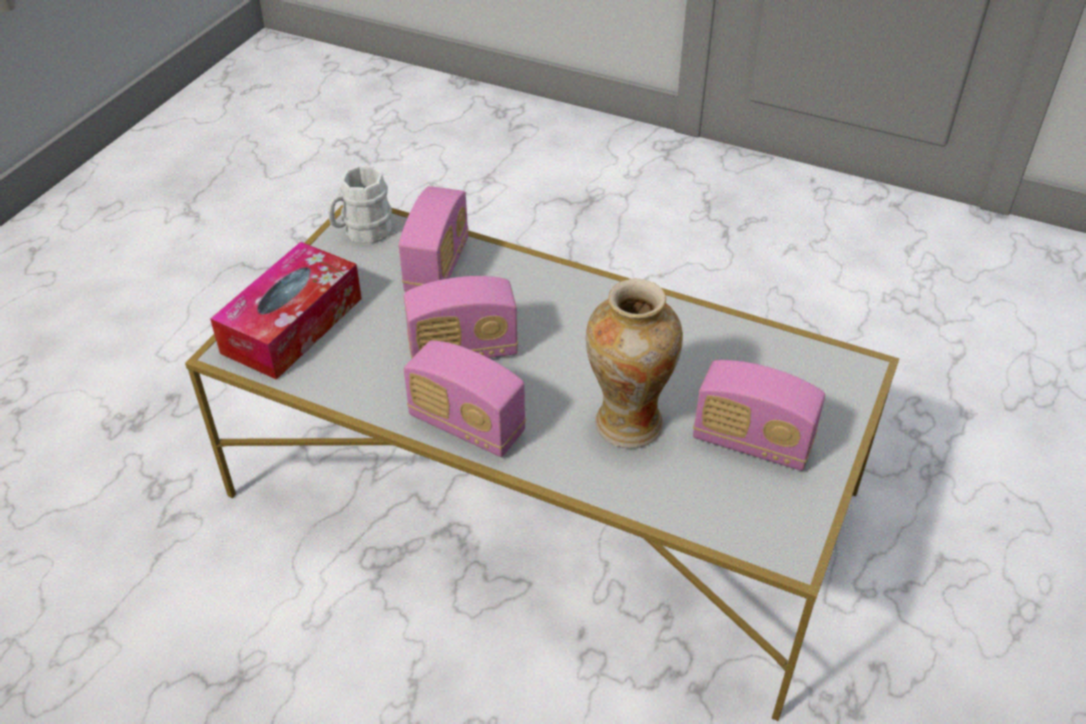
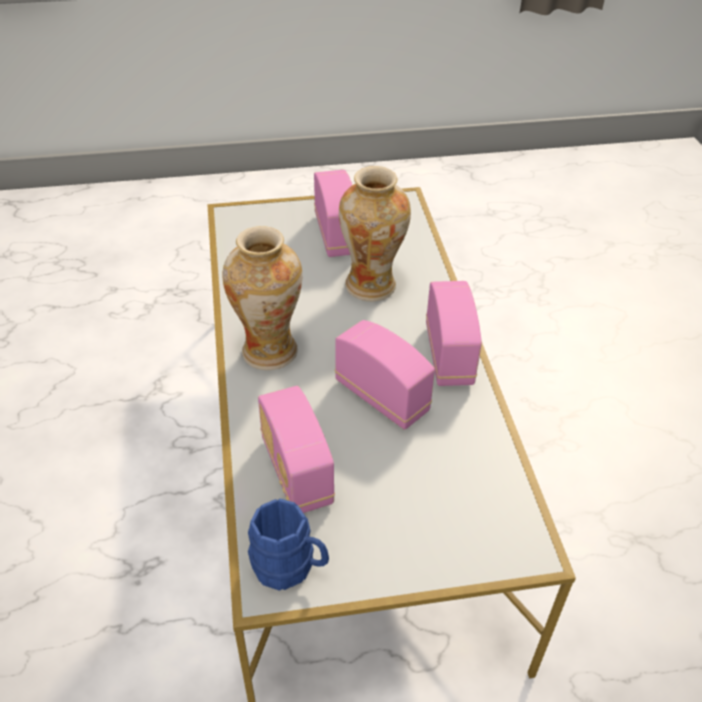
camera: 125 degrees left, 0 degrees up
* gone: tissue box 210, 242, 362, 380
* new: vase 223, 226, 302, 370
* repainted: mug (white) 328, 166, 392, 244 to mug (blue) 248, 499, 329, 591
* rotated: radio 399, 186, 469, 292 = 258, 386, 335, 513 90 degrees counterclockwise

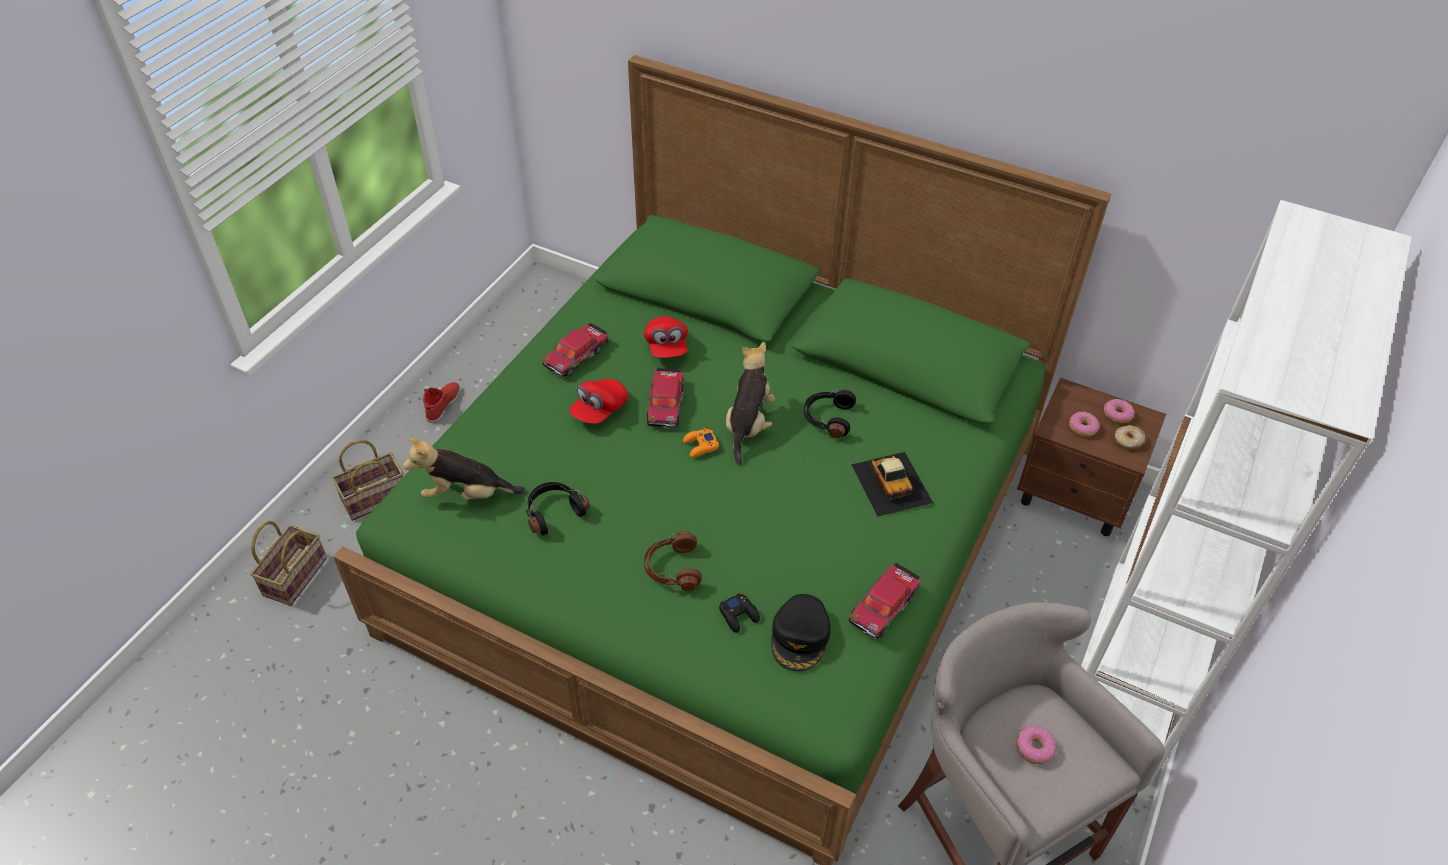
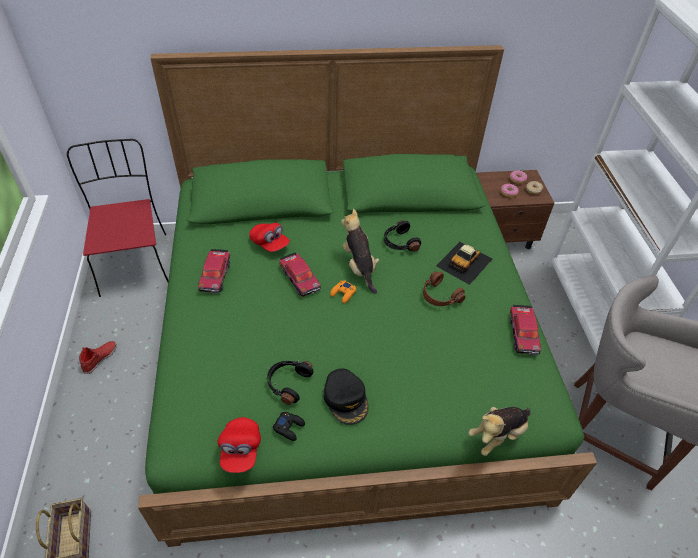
camera: 35 degrees left, 0 degrees up
* gone: basket 332, 440, 403, 521
* gone: donut 1016, 725, 1056, 764
* new: chair (red) 67, 139, 168, 297
* shifted: plush toy 403, 437, 525, 499 to 468, 407, 530, 456
* shifted: cap (red) 569, 379, 628, 424 to 218, 417, 261, 473
* shifted: headphones (brown) 644, 531, 702, 591 to 423, 271, 466, 306
* shifted: game controller (black) 719, 593, 760, 633 to 273, 412, 305, 441
* shifted: cap (black) 771, 594, 831, 671 to 324, 369, 368, 425
* rotated: shoe (red) 423, 382, 460, 423 = 79, 341, 117, 374 45 degrees clockwise
* rotated: toy car 851, 452, 933, 517 = 436, 242, 492, 285 90 degrees clockwise

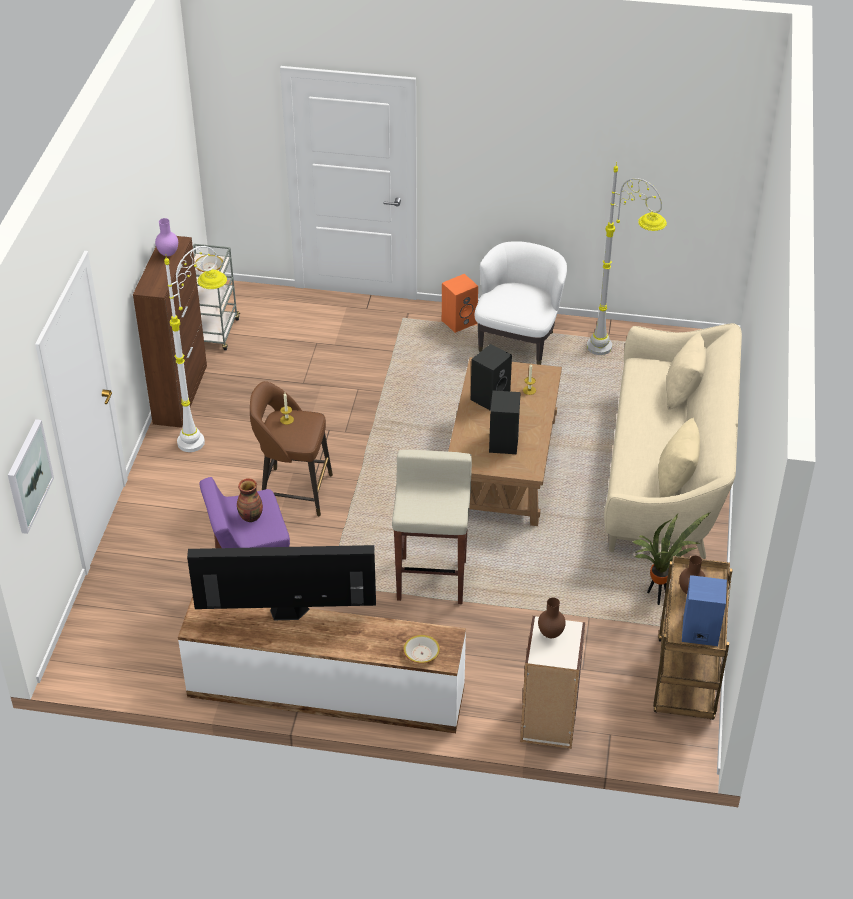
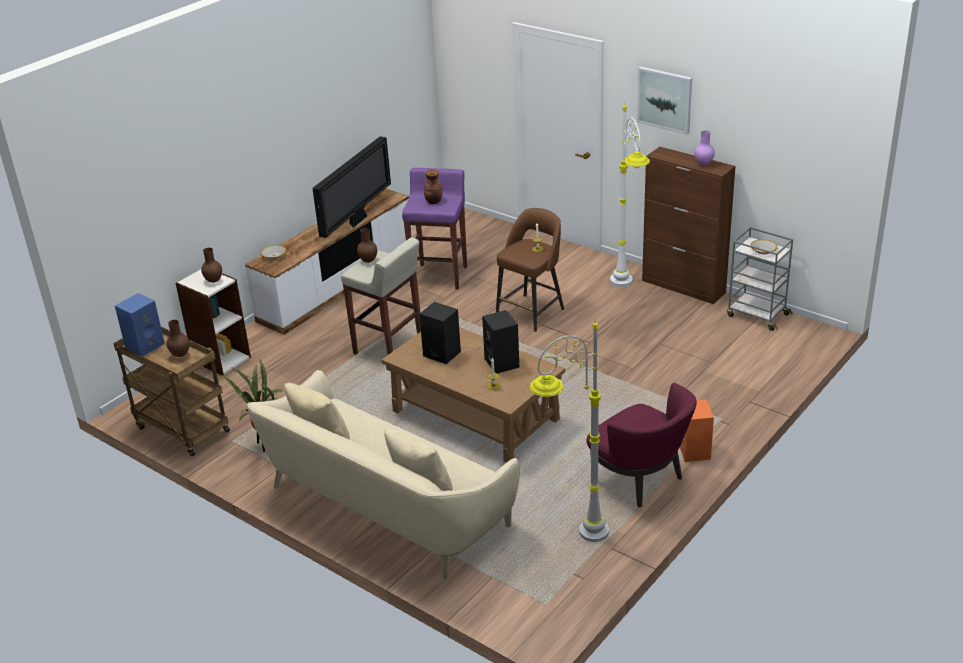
camera: 120 degrees right, 10 degrees down
* new: vase (brown) 357, 228, 377, 263
* shifted: picture 8, 419, 54, 534 to 637, 67, 692, 135
* repainted: armchair (white) 475, 241, 567, 365 to armchair (purple) 587, 383, 697, 508

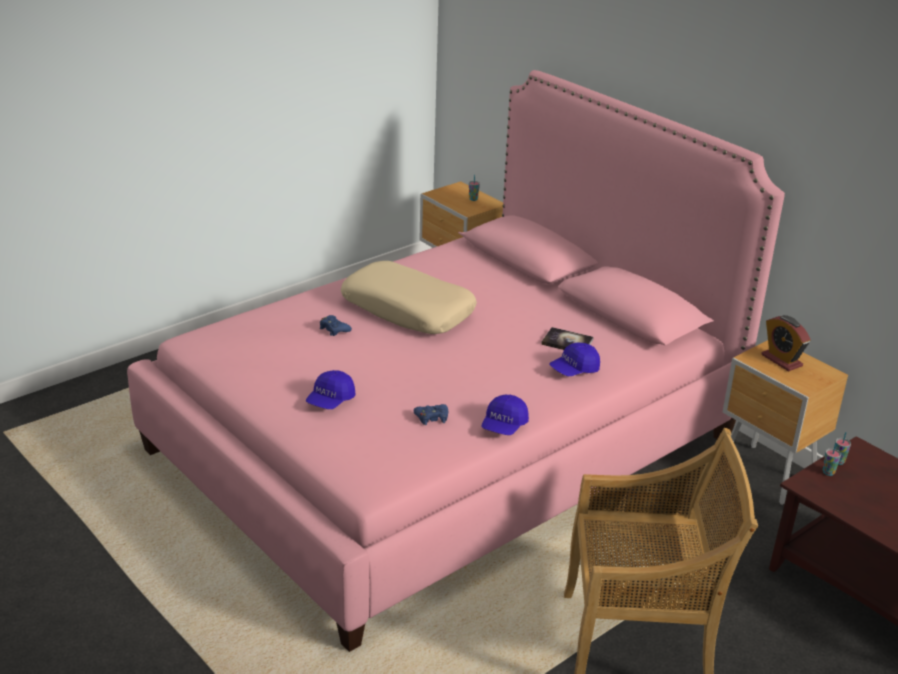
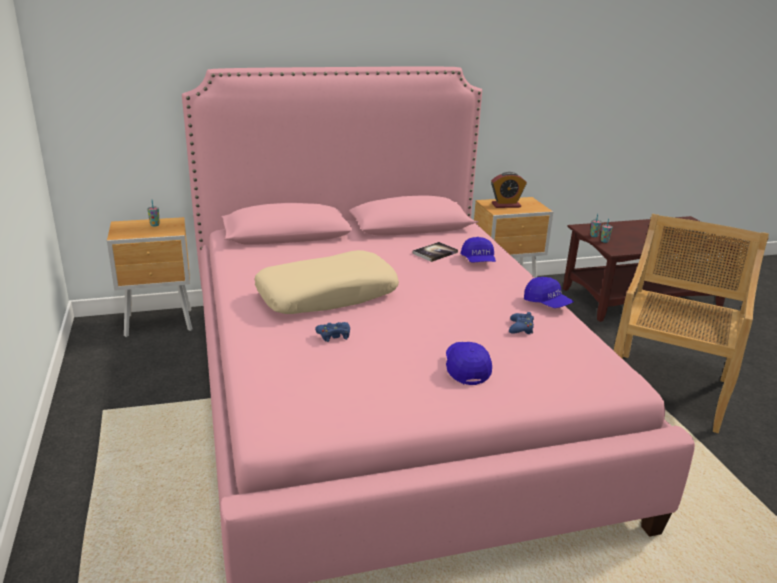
camera: 65 degrees left, 5 degrees down
* rotated: cap (blue) 306, 370, 356, 409 = 446, 342, 492, 385 150 degrees counterclockwise

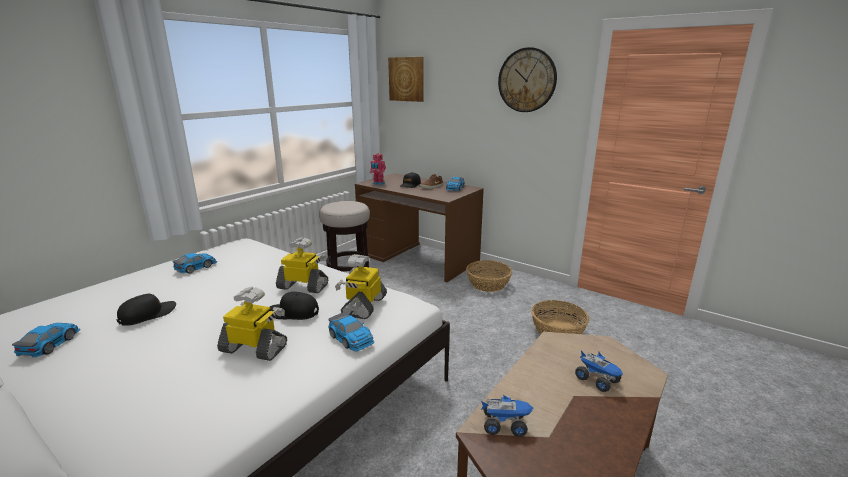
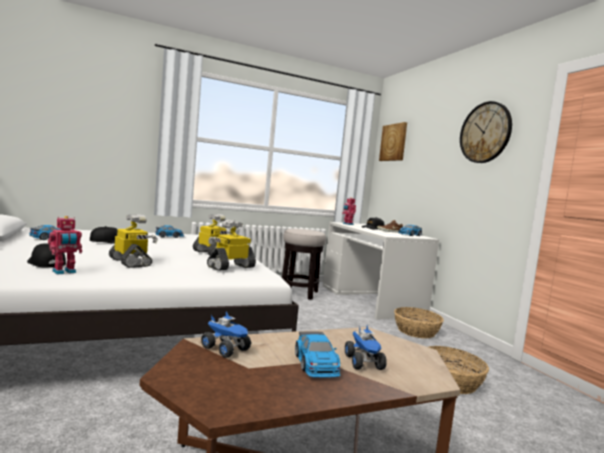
camera: 30 degrees right, 15 degrees down
* new: toy robot 48, 216, 82, 275
* shifted: cap (black) 270, 292, 319, 320 to 27, 243, 66, 268
* shifted: toy car 328, 312, 374, 351 to 295, 331, 341, 378
* repainted: desk (brown) 355, 173, 484, 282 to desk (white) 323, 222, 439, 320

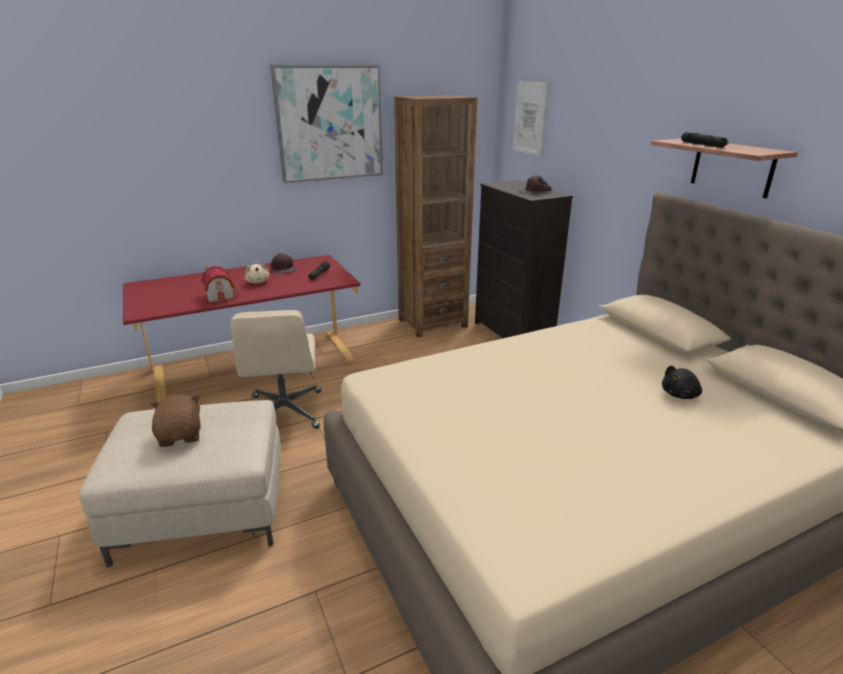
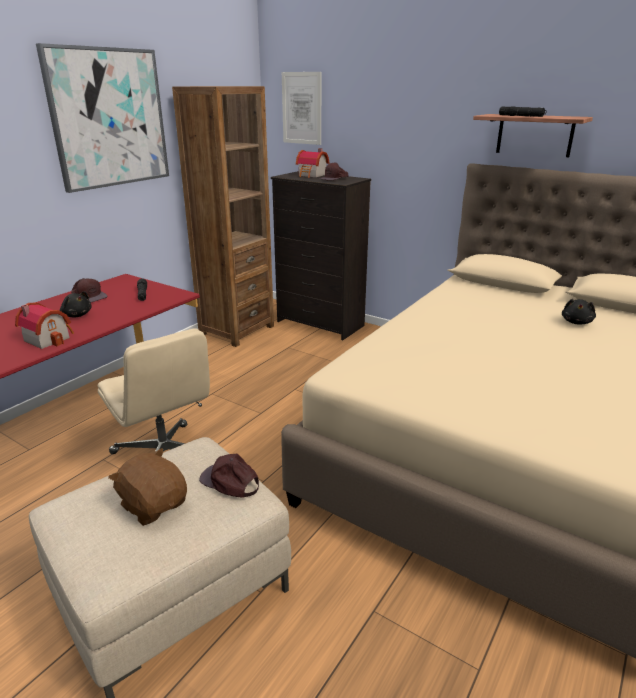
camera: 30 degrees left, 0 degrees up
* new: cap (brown) 199, 454, 259, 498
* new: toy house 296, 148, 329, 178
* repainted: plush toy (beige) 245, 264, 269, 284 to plush toy (black) 60, 291, 92, 318

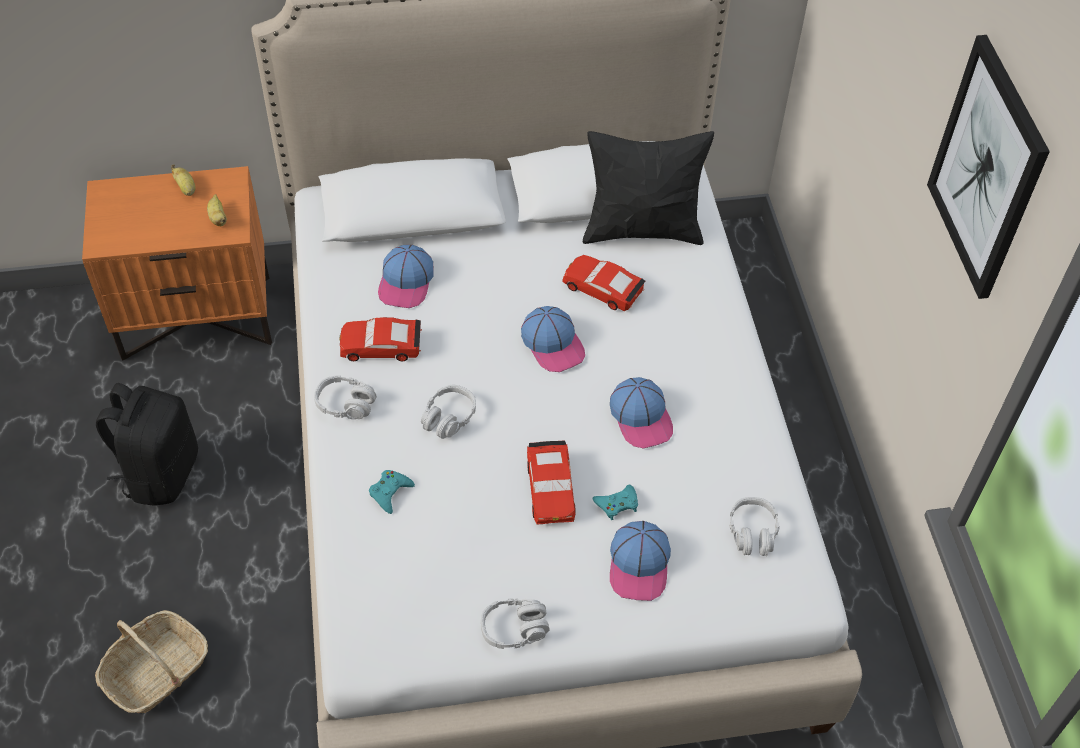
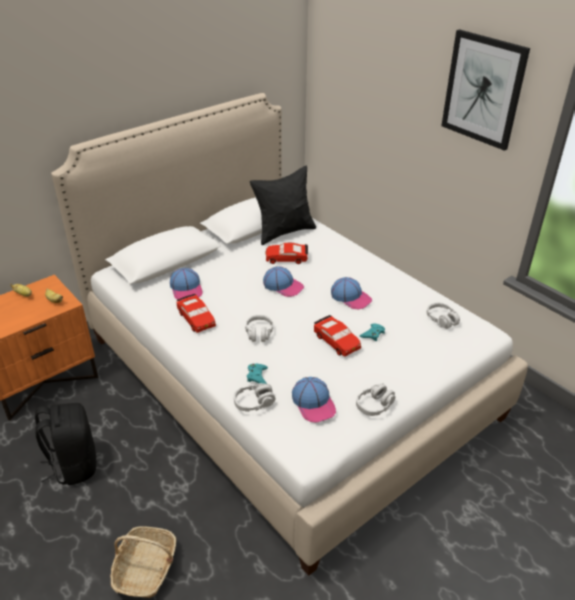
camera: 30 degrees left, 15 degrees down
* shifted: headphones (grey) 314, 376, 377, 419 to 234, 383, 275, 412
* shifted: cap 610, 521, 671, 601 to 292, 377, 336, 423
* rotated: toy car (red) 339, 317, 422, 361 = 176, 294, 216, 333 90 degrees counterclockwise

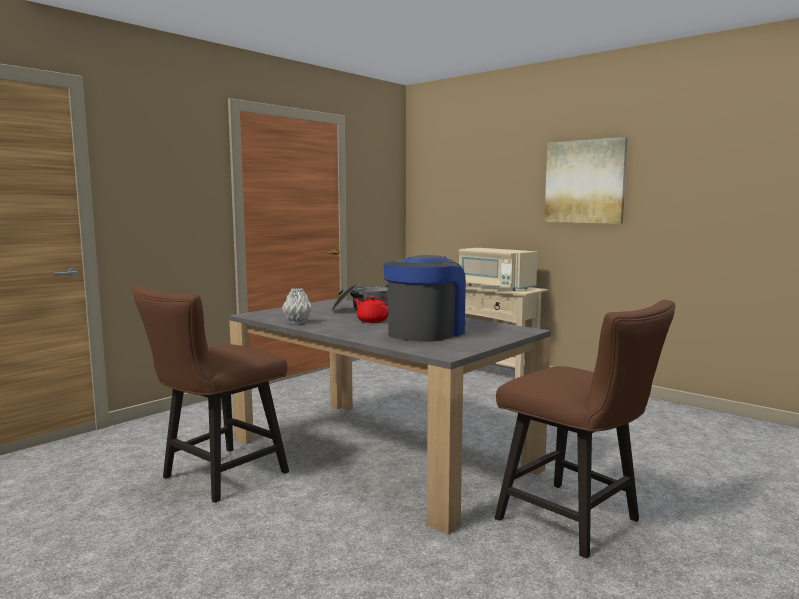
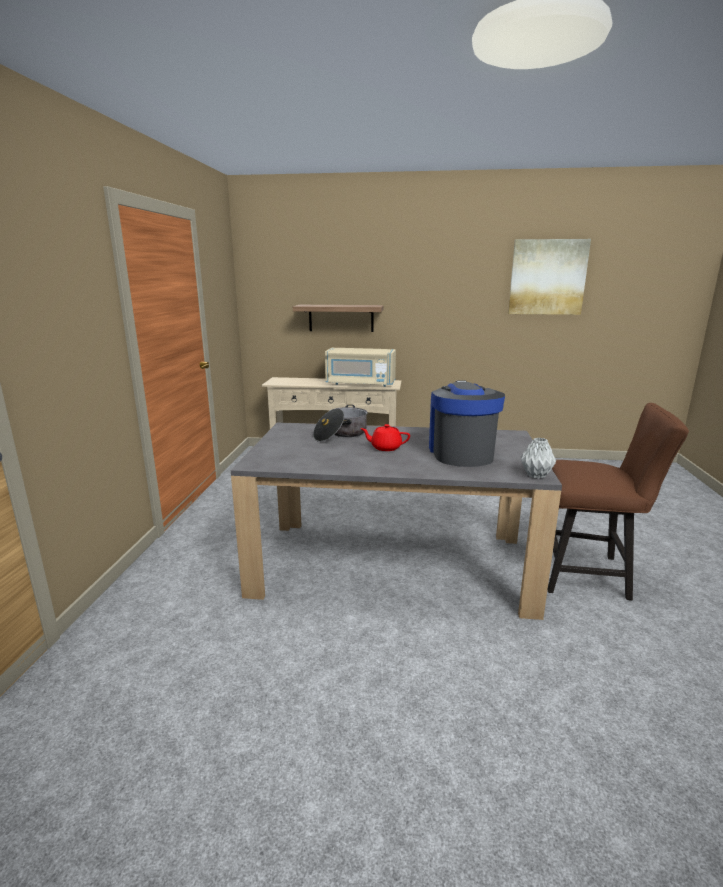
camera: 35 degrees left, 10 degrees up
* gone: chair (brown) 132, 286, 289, 503
* new: shelf 293, 305, 383, 332
* shifted: vase (grey) 282, 288, 313, 324 to 521, 437, 556, 479
* shifted: picture 544, 137, 628, 224 to 508, 239, 591, 315

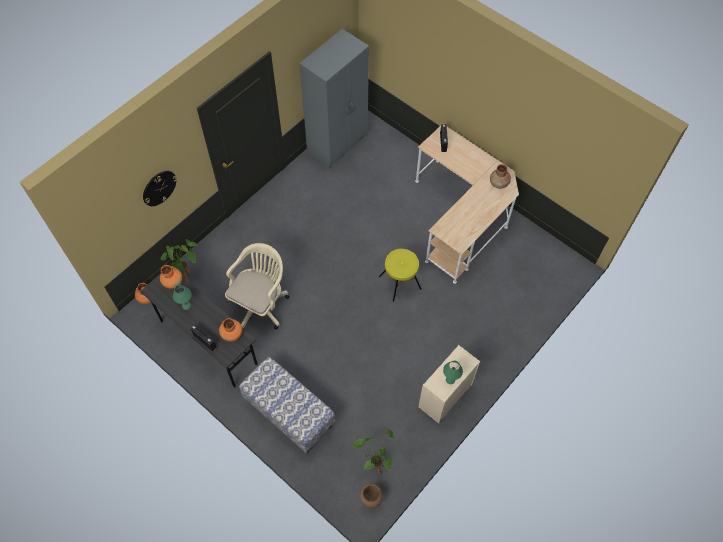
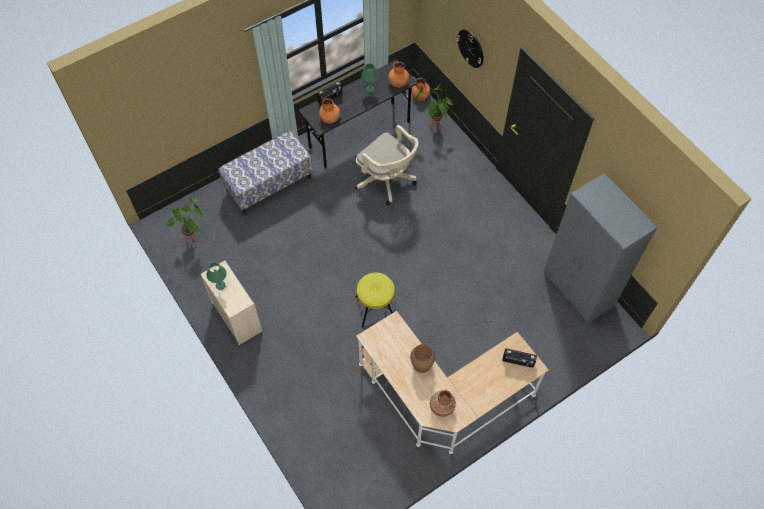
camera: 105 degrees right, 0 degrees up
* shifted: vase (brown) 360, 484, 383, 508 to 410, 344, 435, 373

